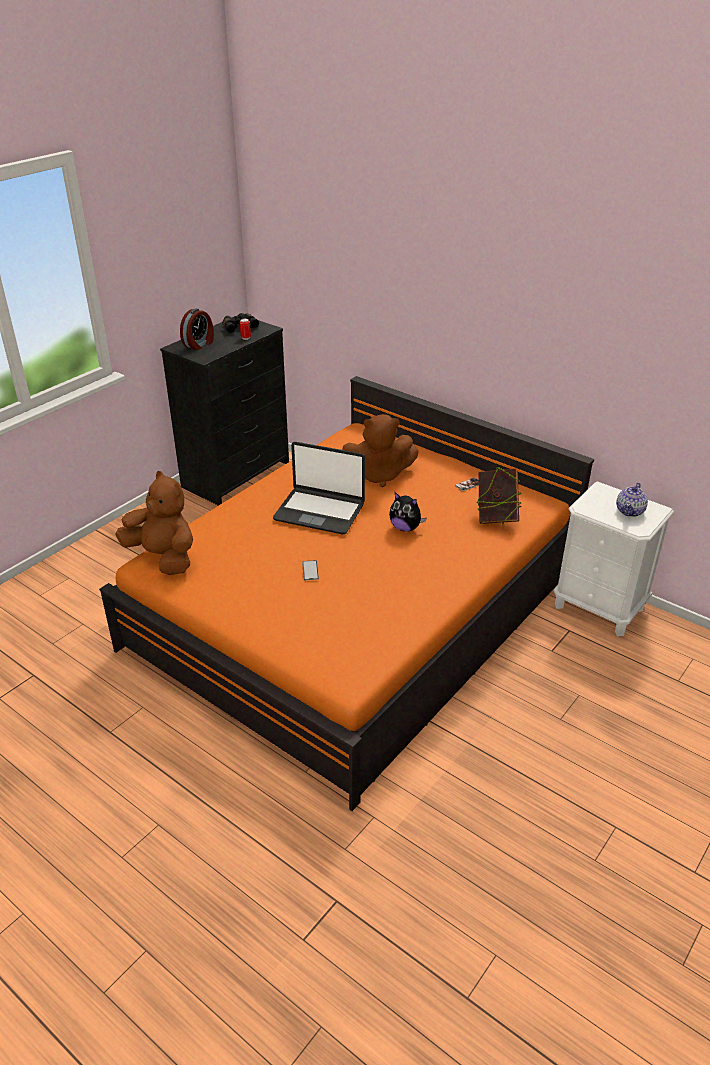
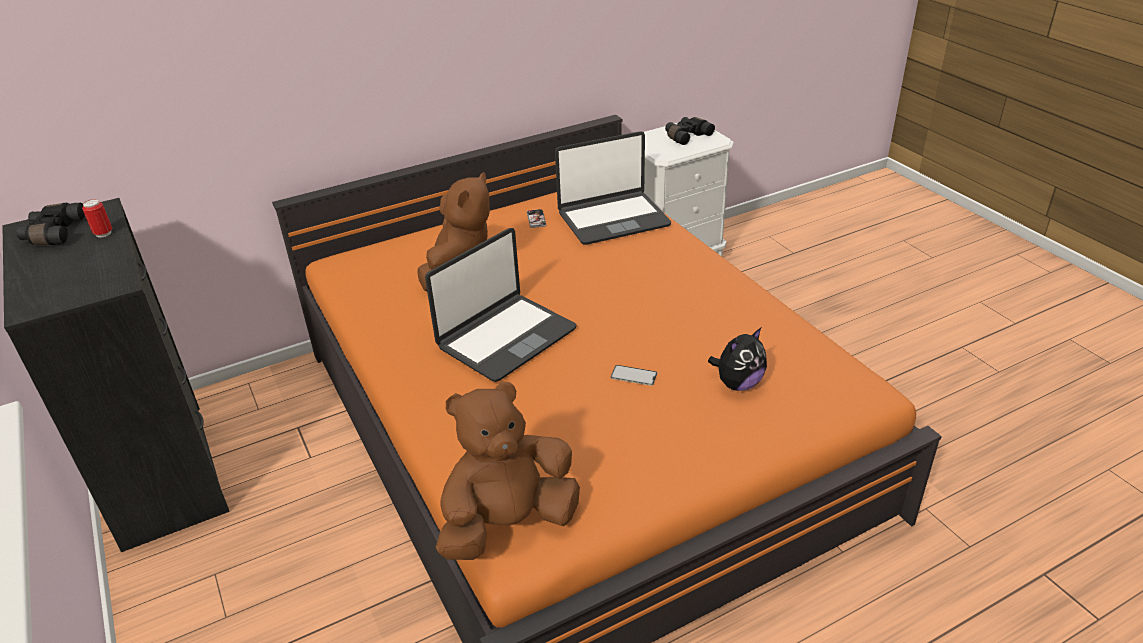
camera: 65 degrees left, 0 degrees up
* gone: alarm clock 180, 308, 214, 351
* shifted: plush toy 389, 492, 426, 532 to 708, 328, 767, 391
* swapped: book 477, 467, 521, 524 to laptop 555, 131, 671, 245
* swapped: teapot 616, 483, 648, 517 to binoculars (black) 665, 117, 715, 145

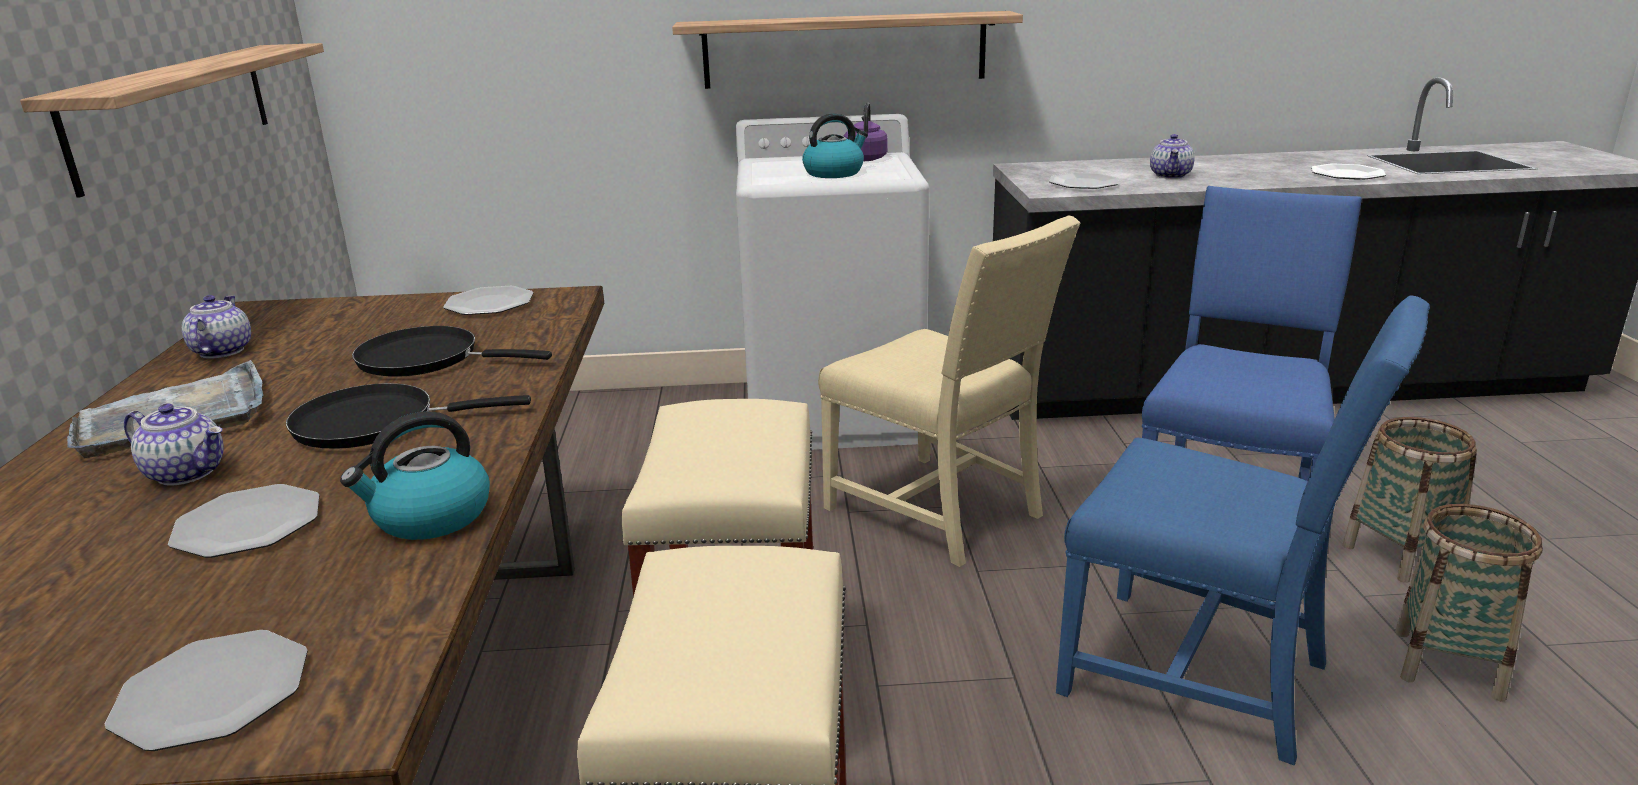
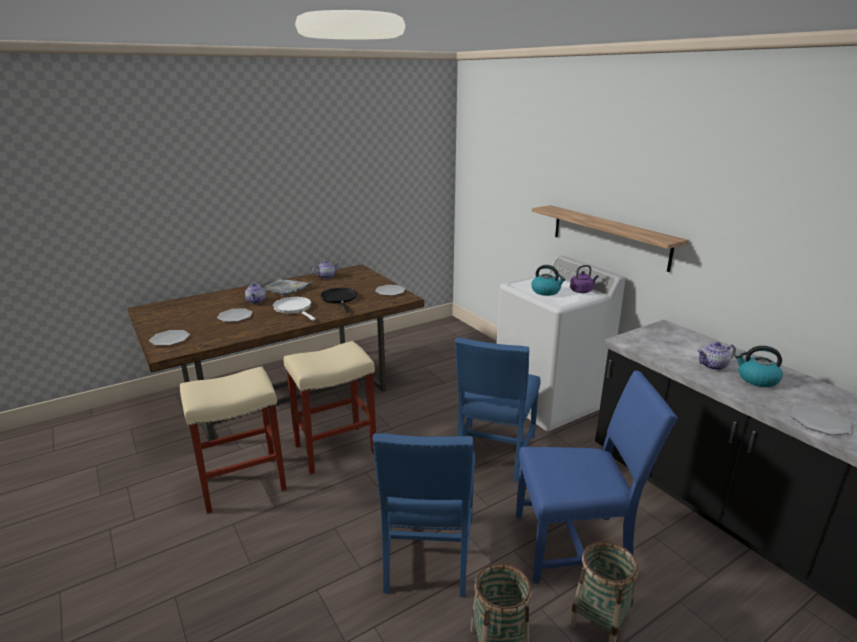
camera: 60 degrees right, 0 degrees up
* gone: shelf 20, 43, 324, 198
* gone: plate 1049, 172, 1119, 189
* shifted: kettle 340, 411, 490, 540 to 735, 346, 783, 387
* repainted: frying pan (black) 286, 383, 531, 449 to frying pan (white) 272, 297, 315, 321
* repainted: chair (beige) 818, 215, 1080, 567 to chair (blue) 455, 337, 541, 482

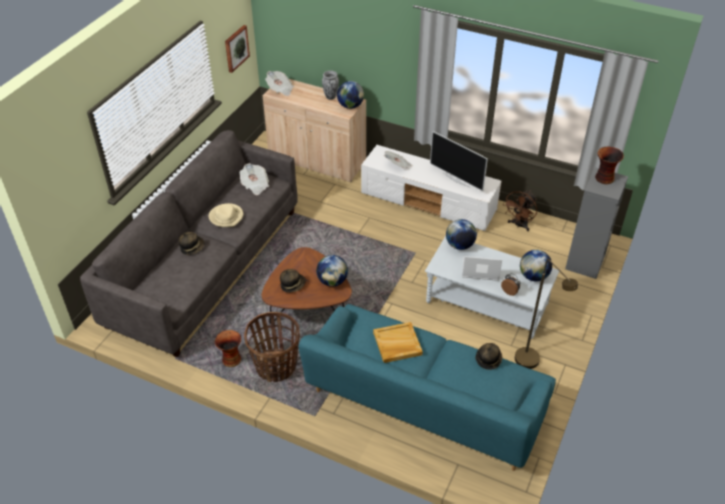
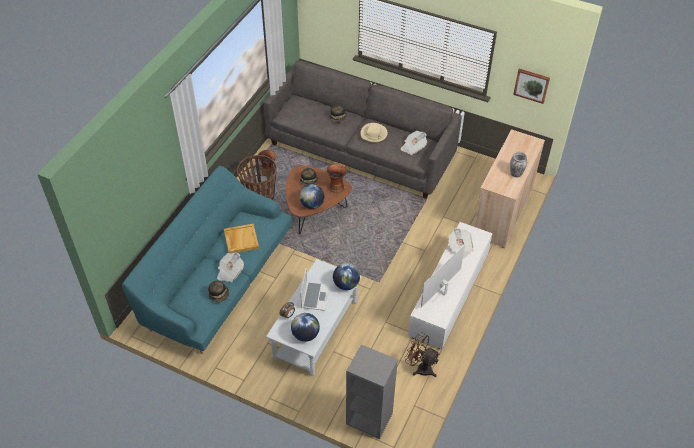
camera: 90 degrees right, 5 degrees up
* gone: globe 337, 81, 364, 109
* gone: floor lamp (brown) 515, 259, 578, 369
* shifted: newspaper 265, 71, 294, 96 to 217, 253, 244, 282
* shifted: vase 595, 147, 624, 184 to 326, 164, 347, 193

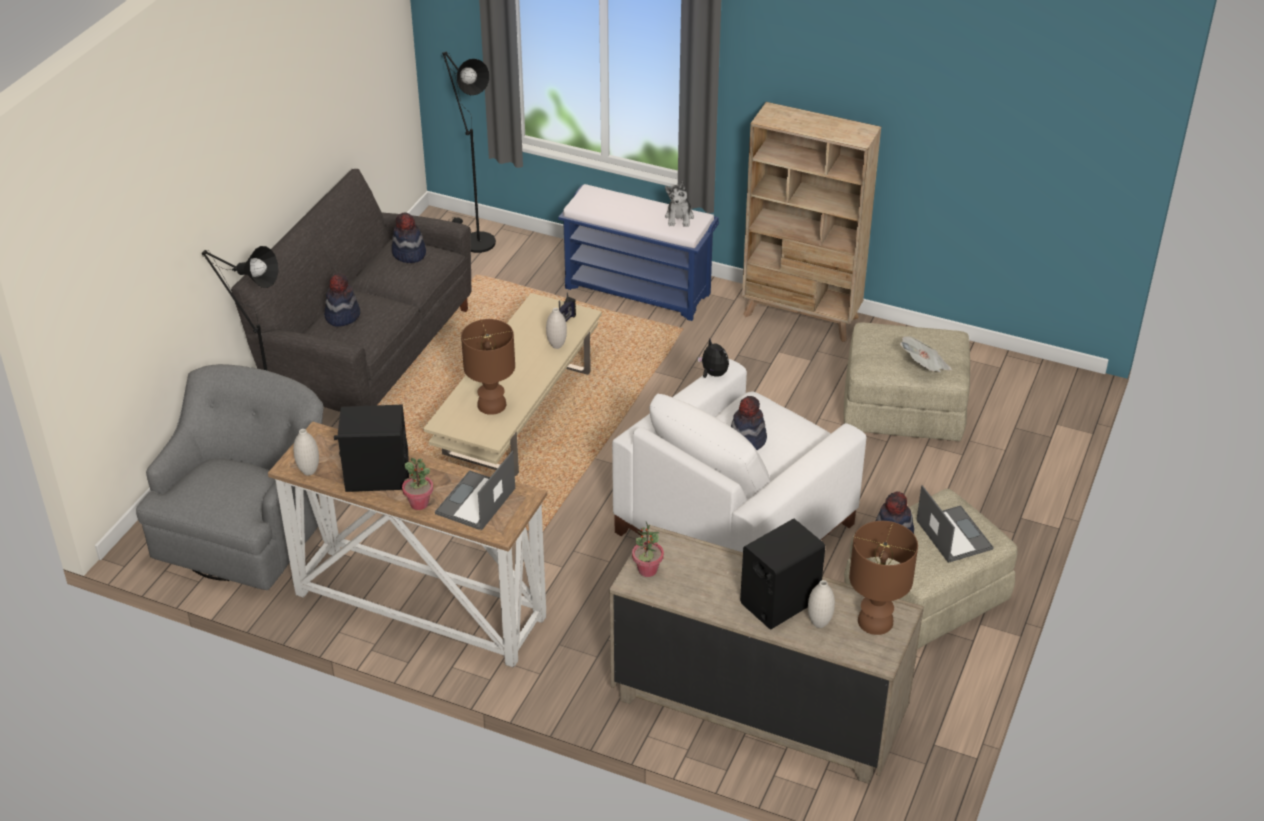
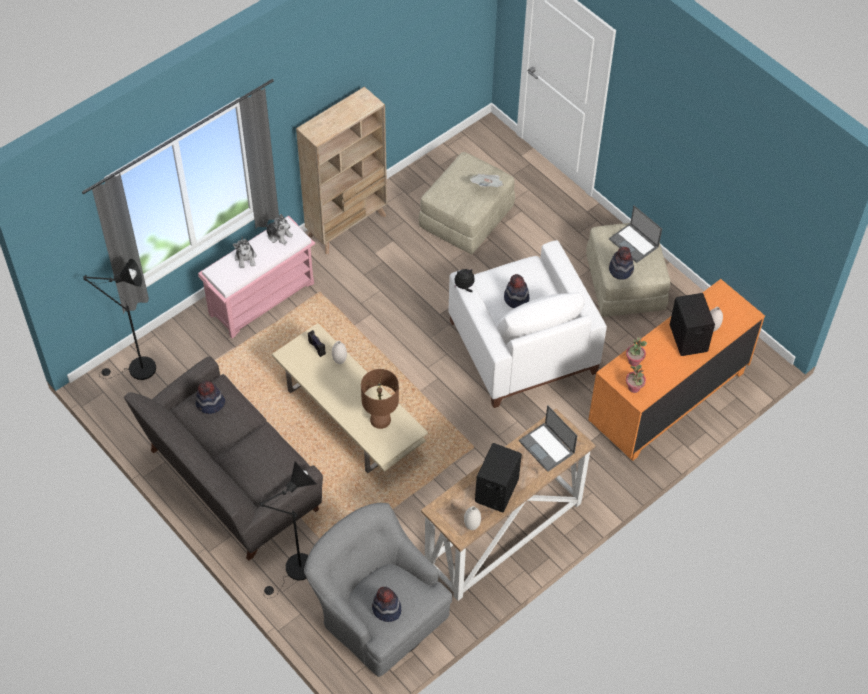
camera: 65 degrees left, 15 degrees up
* gone: table lamp (brown) 849, 521, 918, 635
* new: plush toy 233, 237, 257, 269
* shifted: hat 324, 273, 360, 327 to 372, 587, 401, 622
* shifted: potted plant 402, 458, 433, 510 to 626, 337, 647, 366
* repainted: bench (blue) 558, 184, 719, 321 to bench (pink) 198, 216, 315, 338
* repainted: dresser (beige) 609, 525, 924, 784 to dresser (orange) 588, 279, 765, 461
* rotated: laptop 916, 485, 994, 563 = 609, 205, 662, 263 135 degrees counterclockwise

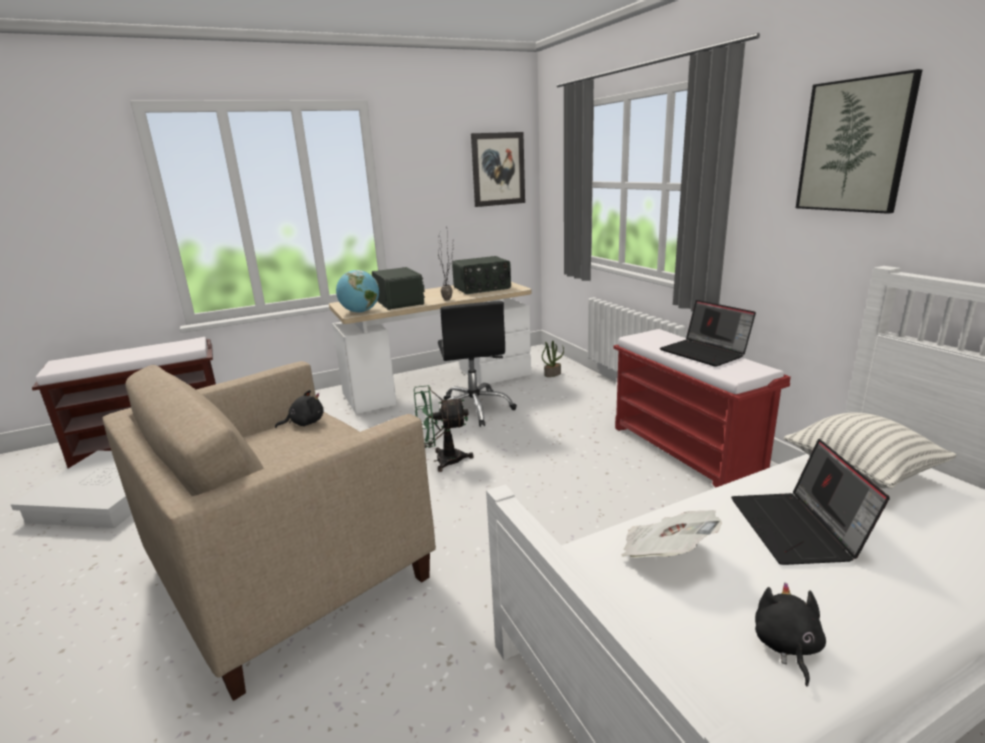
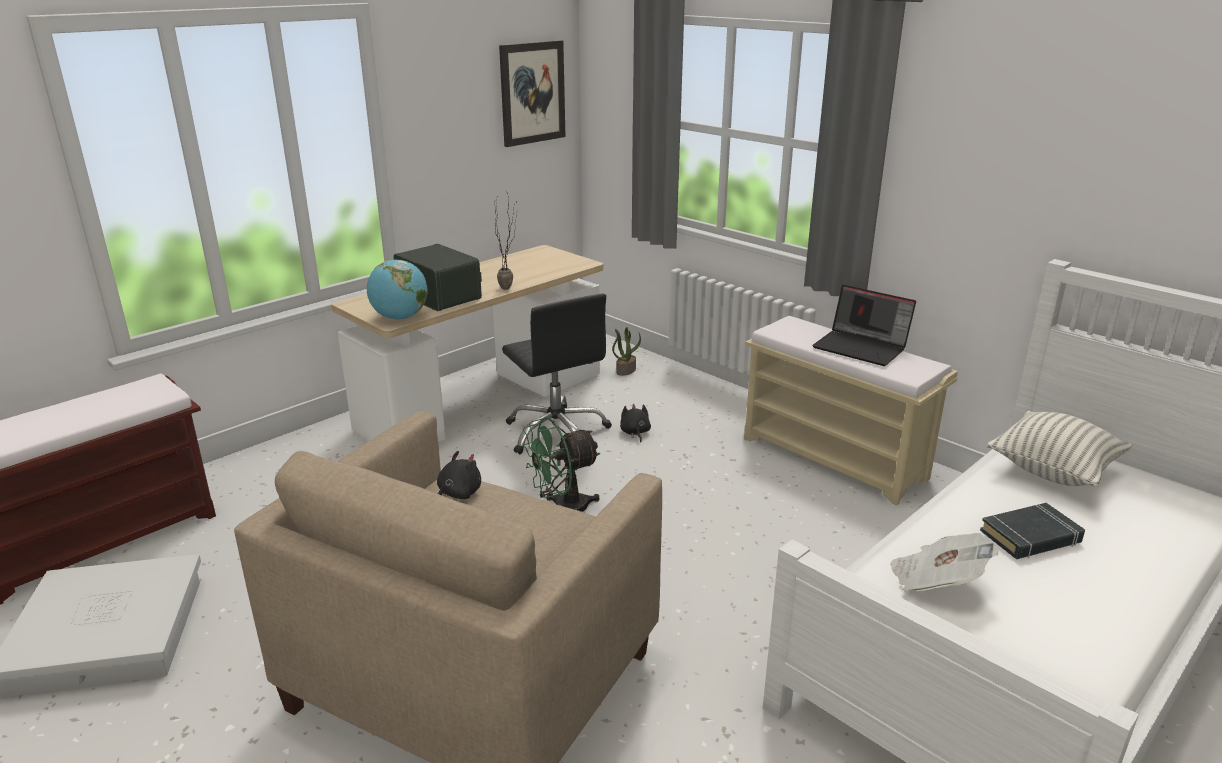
camera: 20 degrees left, 5 degrees up
* gone: radio 452, 256, 511, 294
* gone: picture 796, 69, 922, 214
* shifted: plush toy (black) 755, 582, 826, 687 to 620, 404, 651, 443
* swapped: laptop 731, 439, 890, 565 to book (black) 980, 503, 1085, 559
* repainted: bench (red) 613, 329, 791, 487 to bench (beige) 744, 316, 958, 505

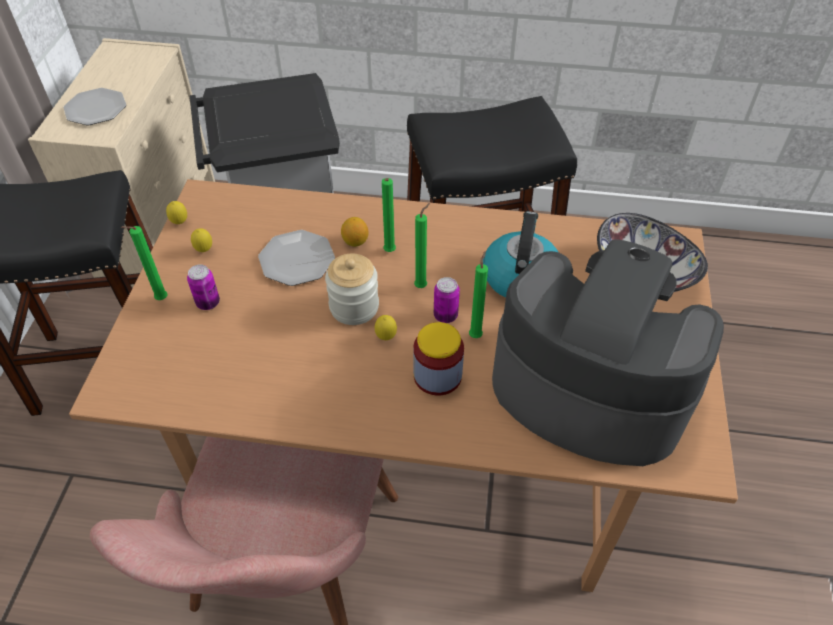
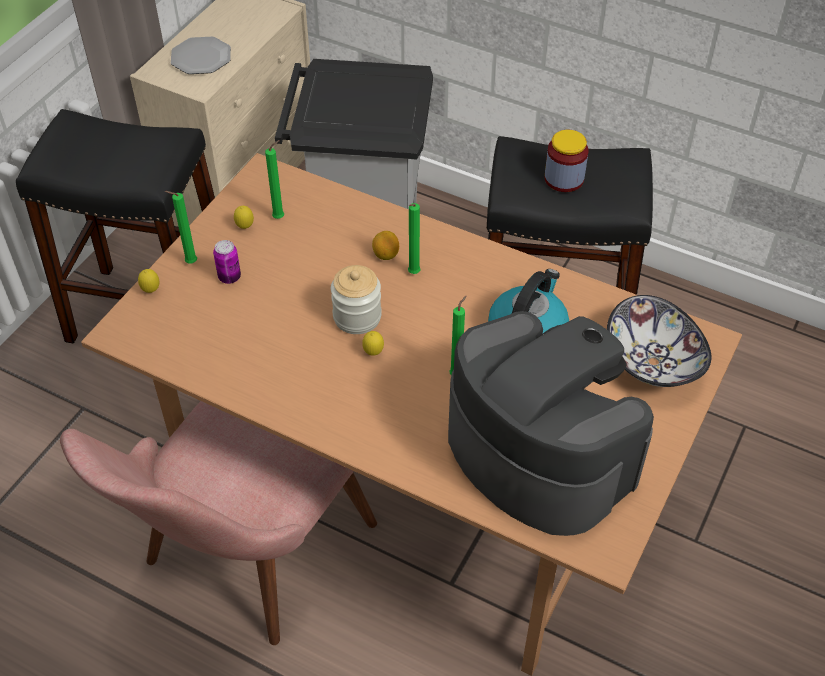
camera: 20 degrees right, 0 degrees up
* gone: plate 258, 230, 335, 286
* gone: can 434, 277, 460, 323
* shifted: lemon 166, 201, 187, 224 to 138, 269, 159, 293
* shifted: jar 413, 322, 464, 396 to 544, 130, 589, 192
* shifted: candle (green) 414, 203, 430, 288 to 265, 140, 284, 219

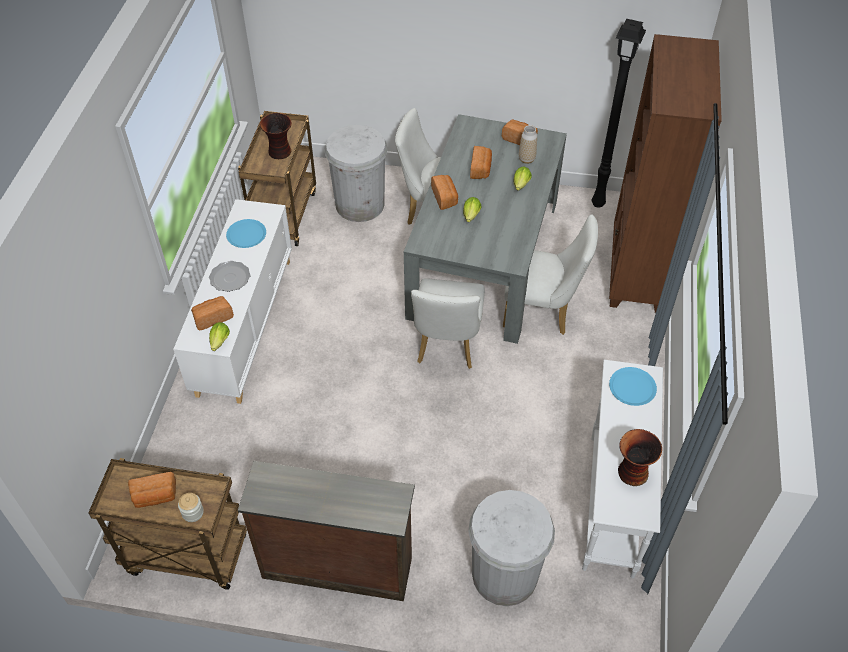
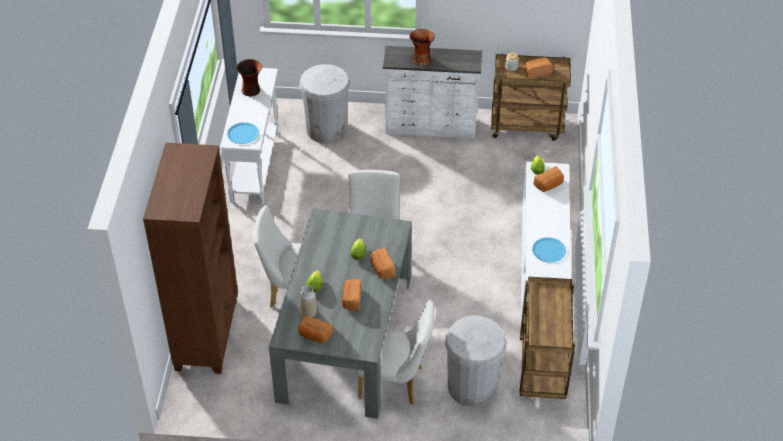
camera: 175 degrees right, 5 degrees down
* gone: plate 209, 261, 251, 292
* gone: floor lamp (black) 592, 19, 646, 208
* shifted: vase 260, 113, 292, 159 to 409, 29, 435, 66
* repainted: dresser (brown) 238, 461, 415, 601 to dresser (white) 383, 46, 482, 139

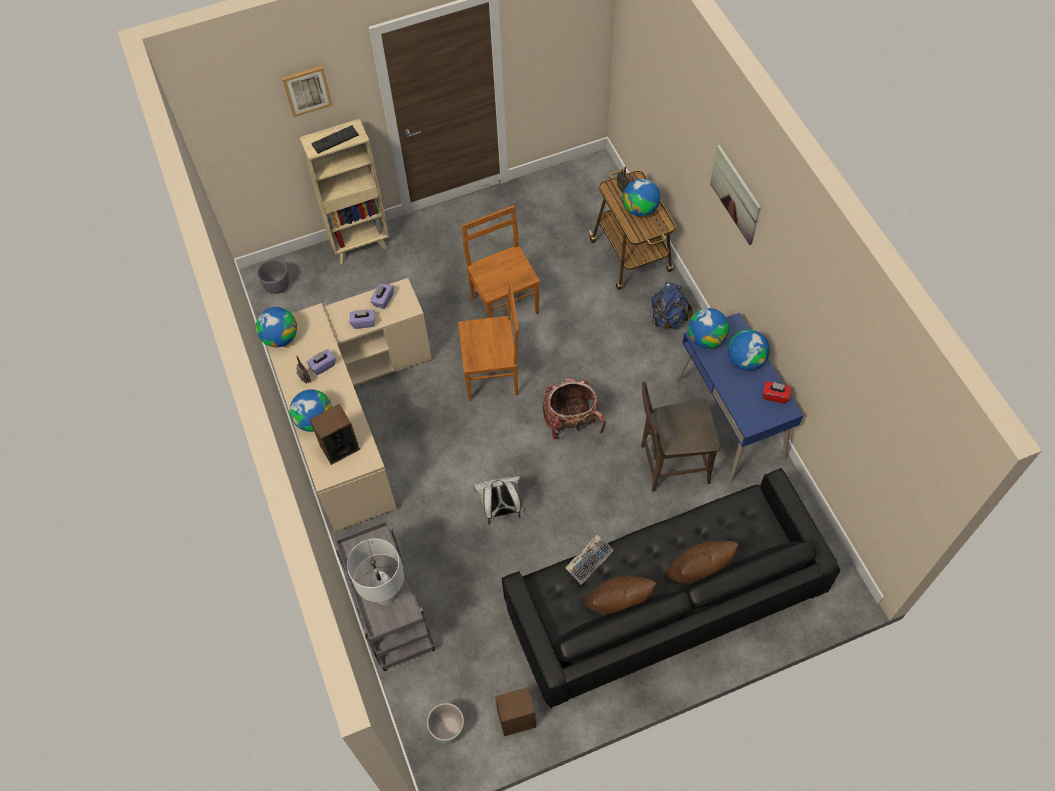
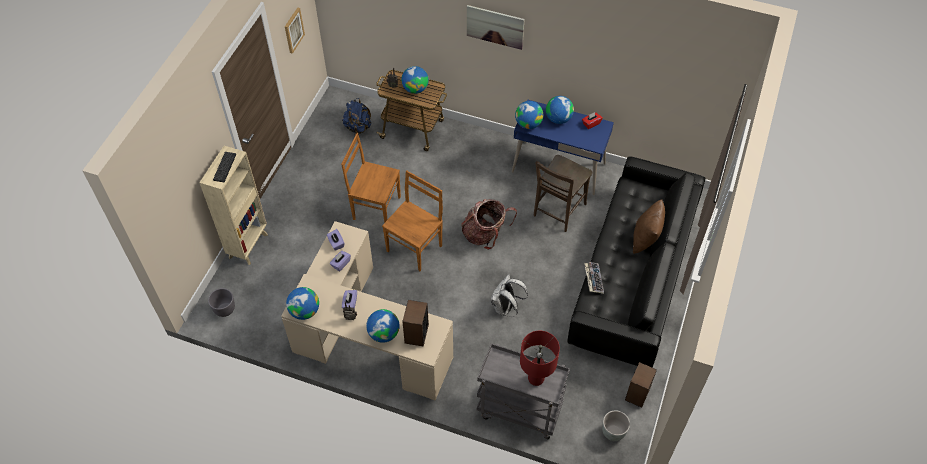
camera: 50 degrees left, 5 degrees down
* gone: pillow (brown) 584, 576, 656, 615
* shifted: picture 282, 66, 332, 117 to 285, 8, 305, 54
* shifted: backpack (blue) 651, 282, 693, 329 to 342, 98, 371, 135
* repainted: table lamp (white) 347, 538, 404, 606 to table lamp (red) 520, 331, 560, 386

